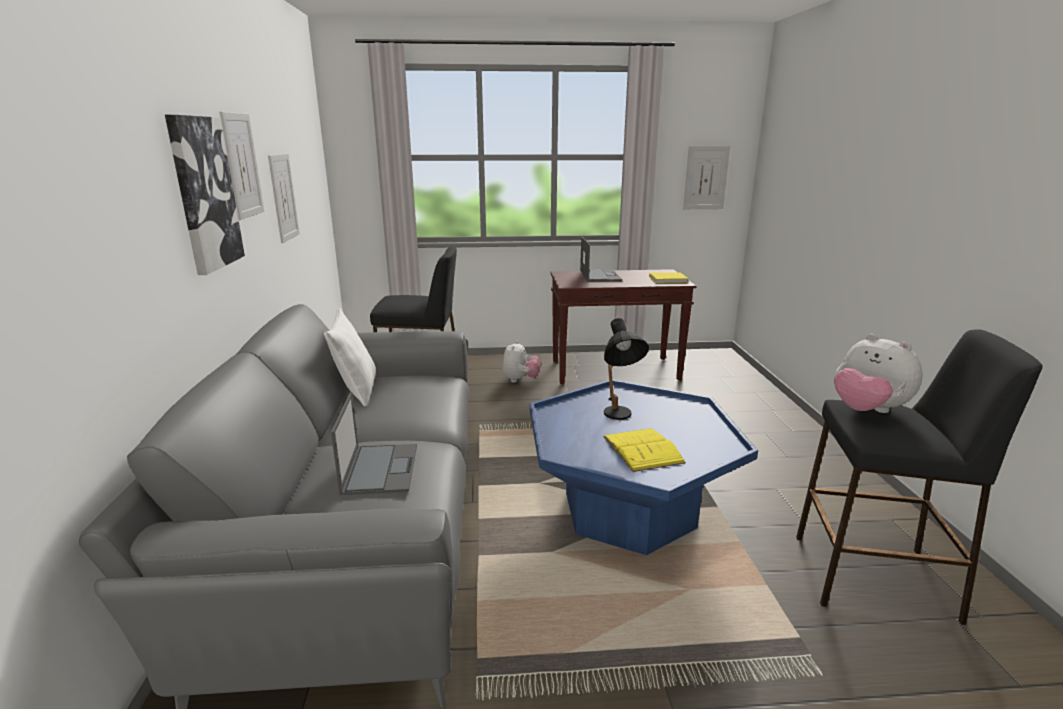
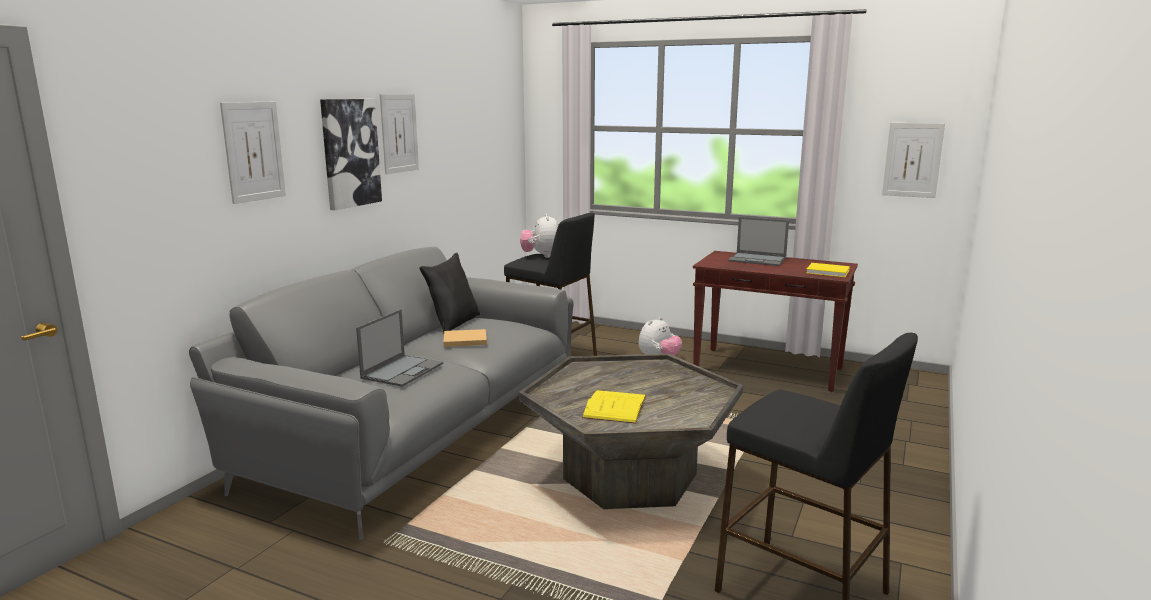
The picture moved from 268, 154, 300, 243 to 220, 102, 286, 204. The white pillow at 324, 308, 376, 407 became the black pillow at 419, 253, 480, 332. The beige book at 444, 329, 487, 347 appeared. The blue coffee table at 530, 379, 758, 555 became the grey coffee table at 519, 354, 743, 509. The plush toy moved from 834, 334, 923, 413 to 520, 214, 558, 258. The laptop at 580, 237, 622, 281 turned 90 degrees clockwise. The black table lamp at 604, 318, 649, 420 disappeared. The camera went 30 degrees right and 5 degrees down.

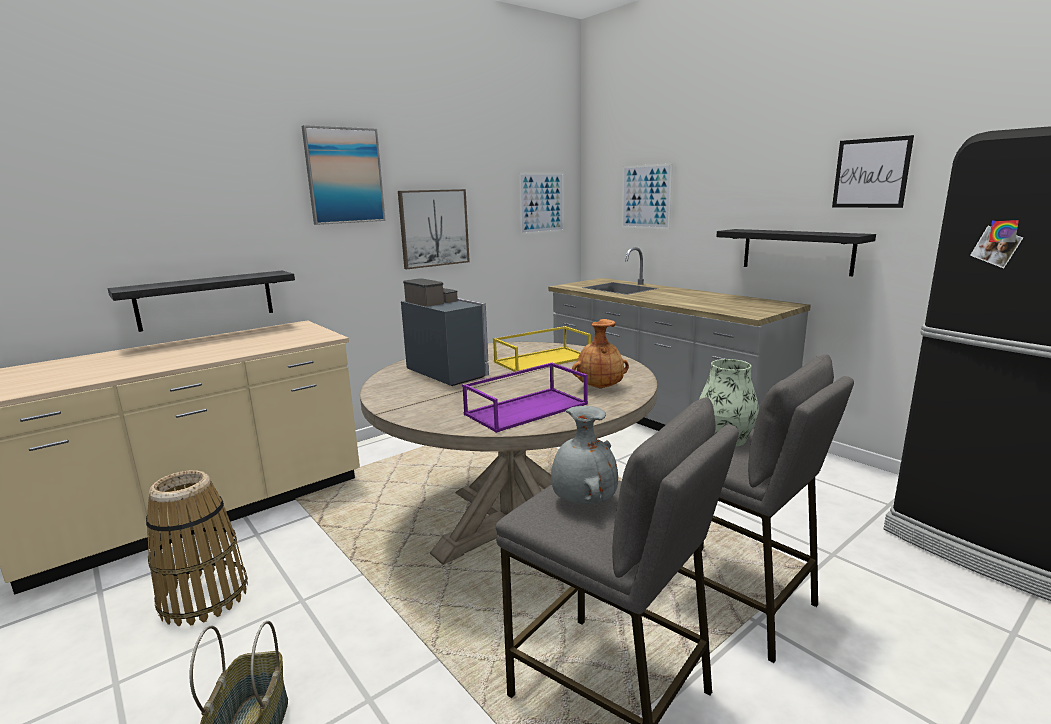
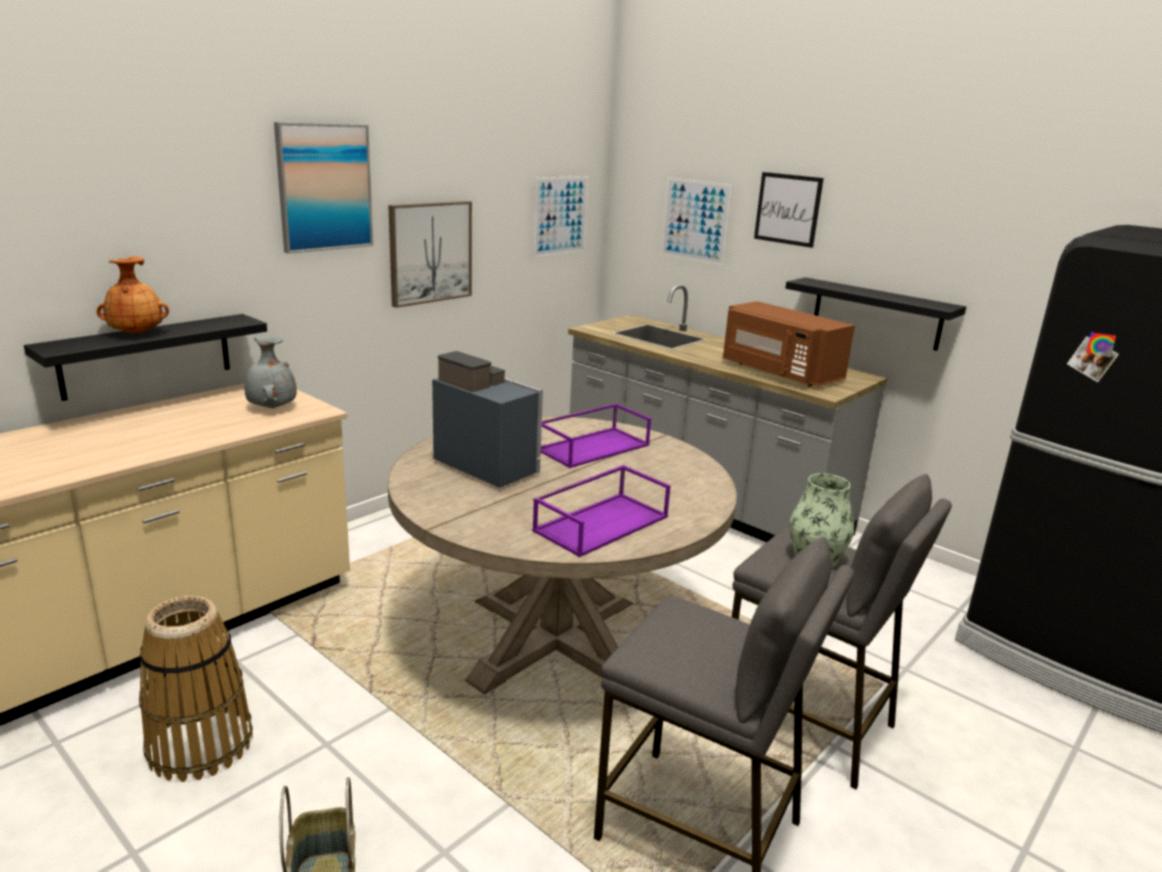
The brown vase moved from 572, 319, 629, 389 to 96, 256, 169, 334. The grey vase moved from 551, 406, 618, 504 to 244, 336, 297, 408. The yellow tray at 493, 326, 591, 372 became the purple tray at 541, 403, 651, 468. The brown microwave at 723, 301, 855, 387 appeared. The picture moved from 832, 135, 914, 208 to 754, 172, 824, 248. The camera went 10 degrees left and 5 degrees up.

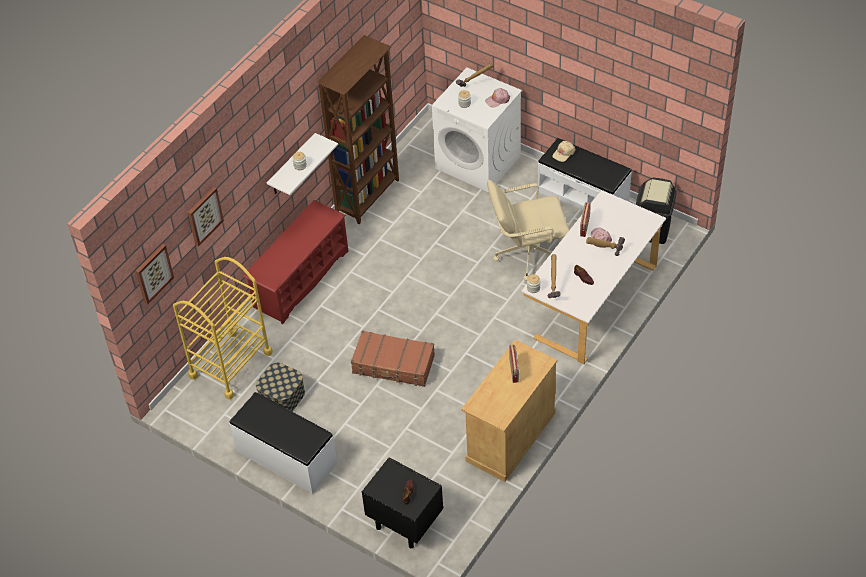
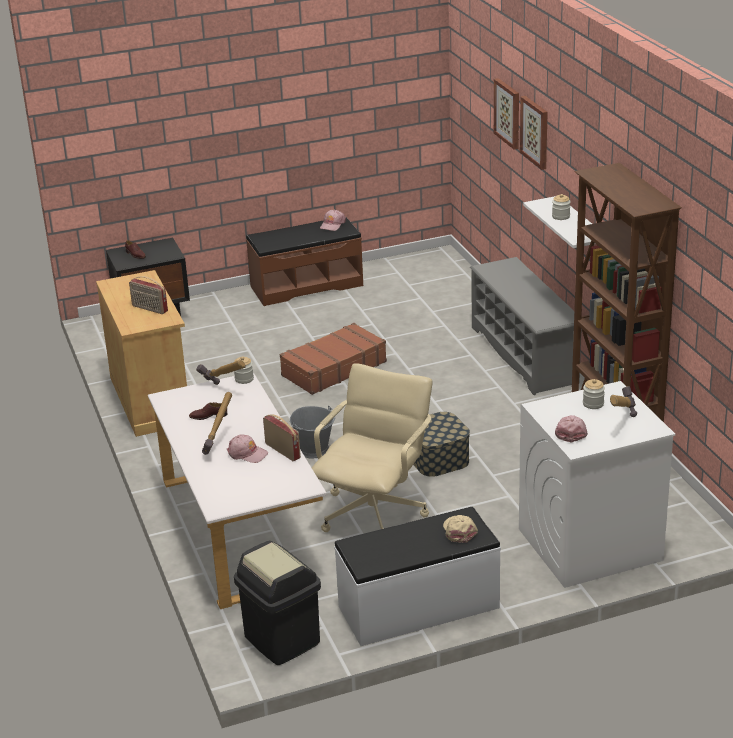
The white bench at 230, 392, 337, 494 became the brown bench at 246, 216, 363, 306. The grey bucket at 290, 406, 335, 459 appeared. The pink cap at 320, 209, 346, 231 appeared. The storage box moved from 256, 363, 305, 412 to 413, 412, 470, 477. The red shoe rack at 243, 200, 348, 325 became the grey shoe rack at 470, 257, 581, 395. The picture moved from 135, 244, 174, 305 to 520, 96, 548, 170. The yellow cart at 173, 257, 273, 400 disappeared. The camera went 125 degrees right and 20 degrees down.

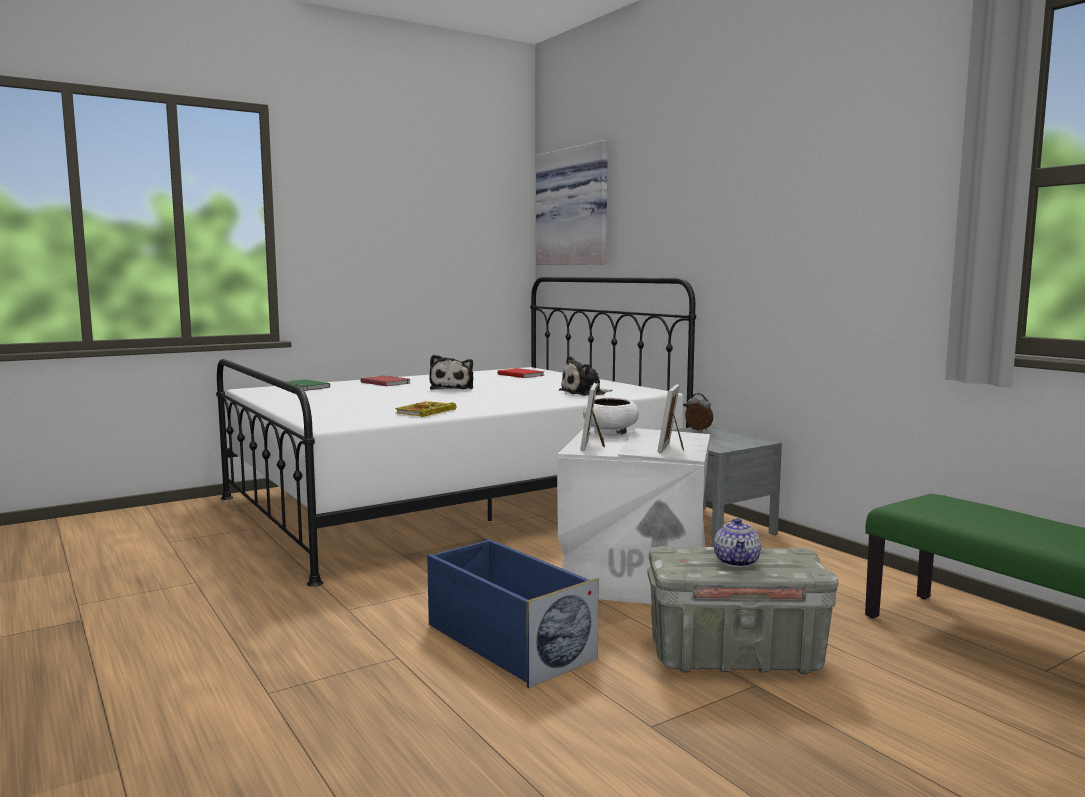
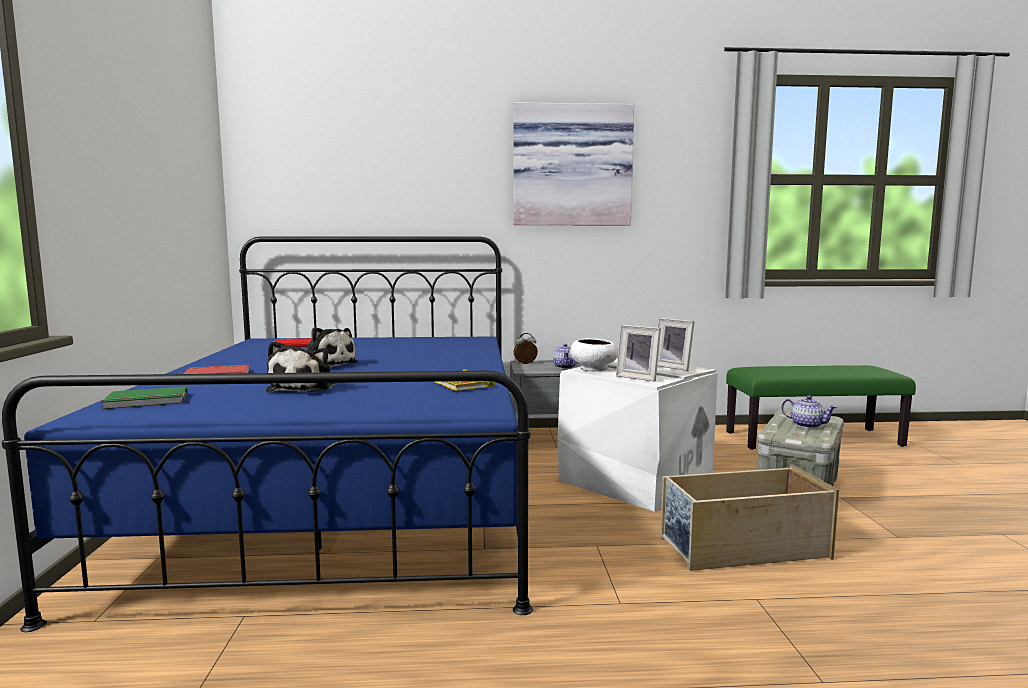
The white bed at 216, 277, 696, 587 became the blue bed at 2, 236, 533, 632. The plush toy moved from 559, 356, 613, 396 to 266, 341, 335, 392. The picture moved from 536, 140, 608, 265 to 513, 102, 634, 225. The teapot at 553, 344, 577, 369 appeared. The blue storage box at 427, 539, 599, 688 became the beige storage box at 660, 464, 839, 571. The camera went 60 degrees left and 0 degrees up.

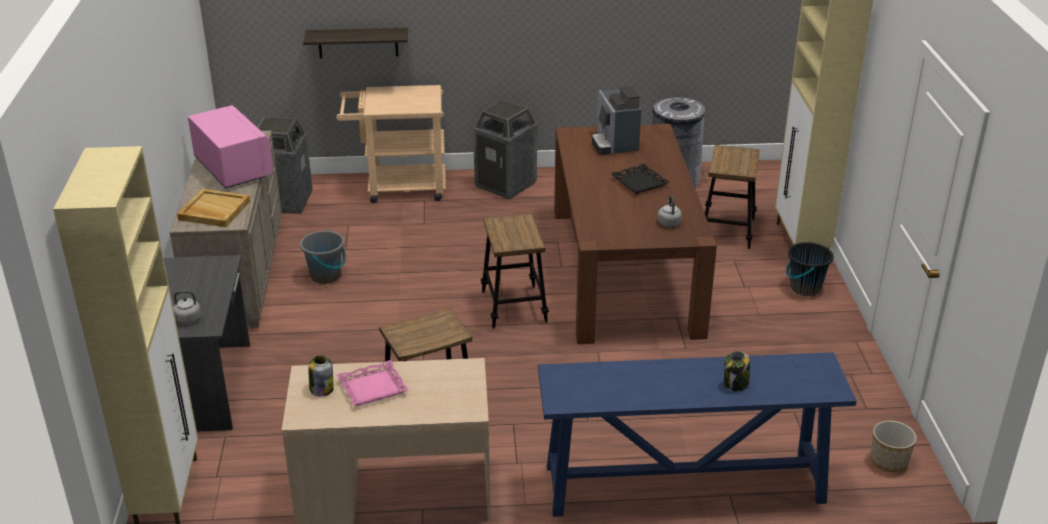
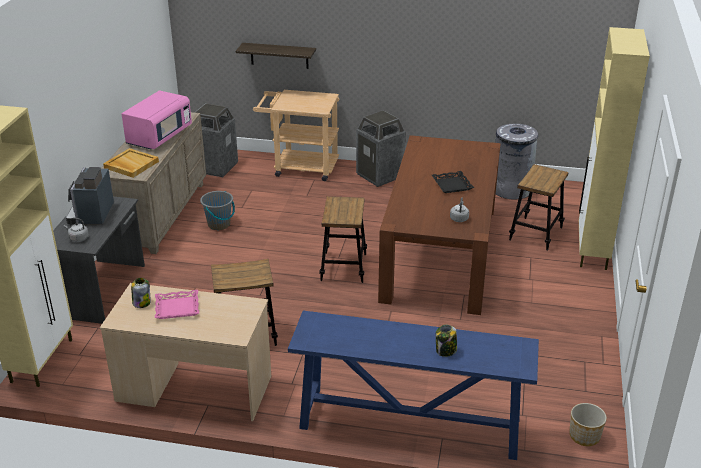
The coffee machine moved from 592, 85, 641, 155 to 66, 167, 114, 225. The pink microwave at 188, 105, 273, 189 turned 45 degrees clockwise. The black bucket at 786, 242, 834, 296 disappeared. The camera went 15 degrees right and 0 degrees up.

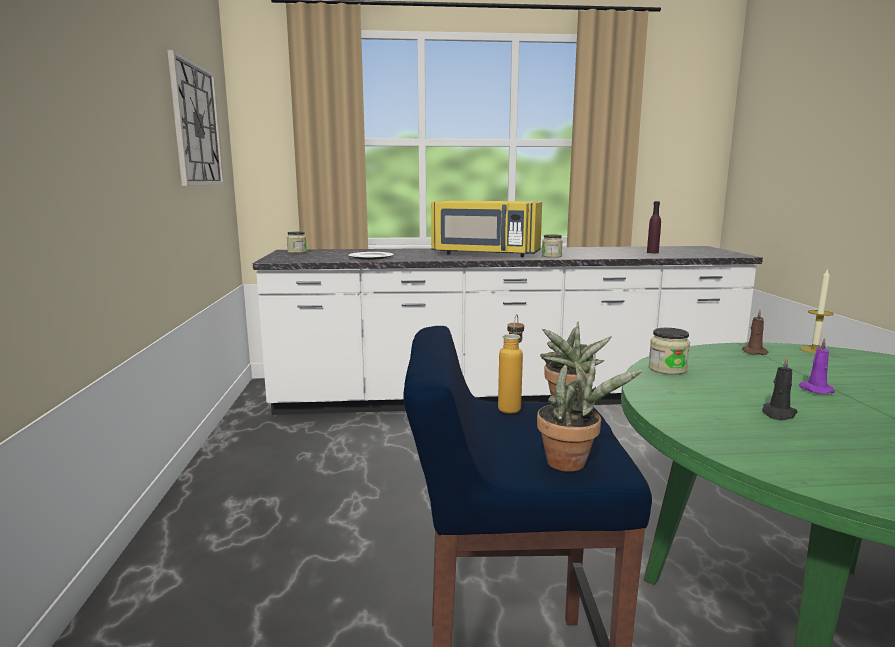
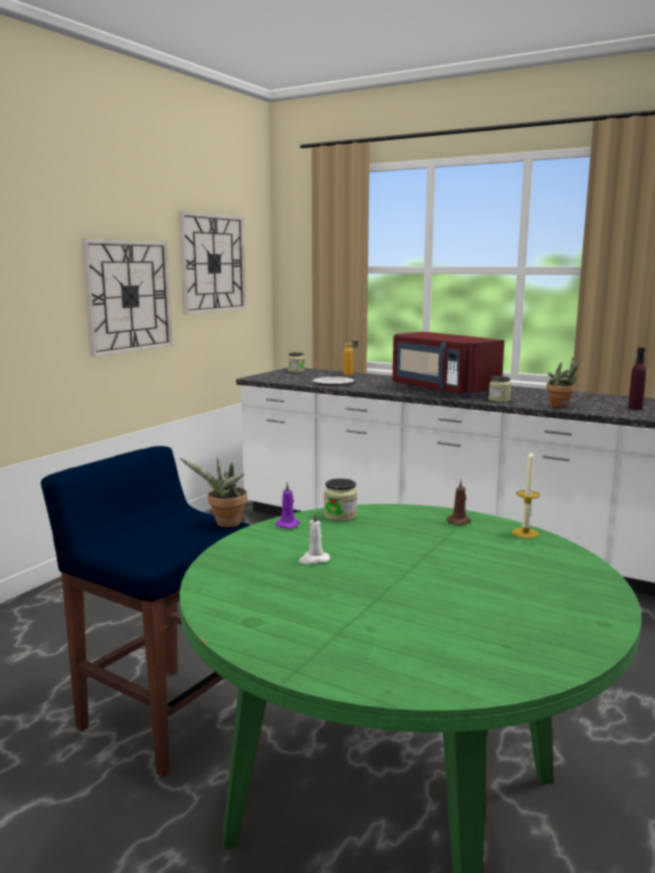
The wall clock at 81, 239, 173, 357 appeared. The purple candle moved from 799, 338, 835, 394 to 275, 482, 299, 529. The black candle at 762, 356, 797, 420 became the white candle at 299, 512, 330, 564. The bottle moved from 498, 314, 524, 413 to 343, 336, 359, 376. The yellow microwave at 431, 201, 542, 257 became the red microwave at 393, 332, 505, 398. The potted plant moved from 537, 353, 642, 472 to 547, 357, 580, 408. The camera went 35 degrees right and 0 degrees up.

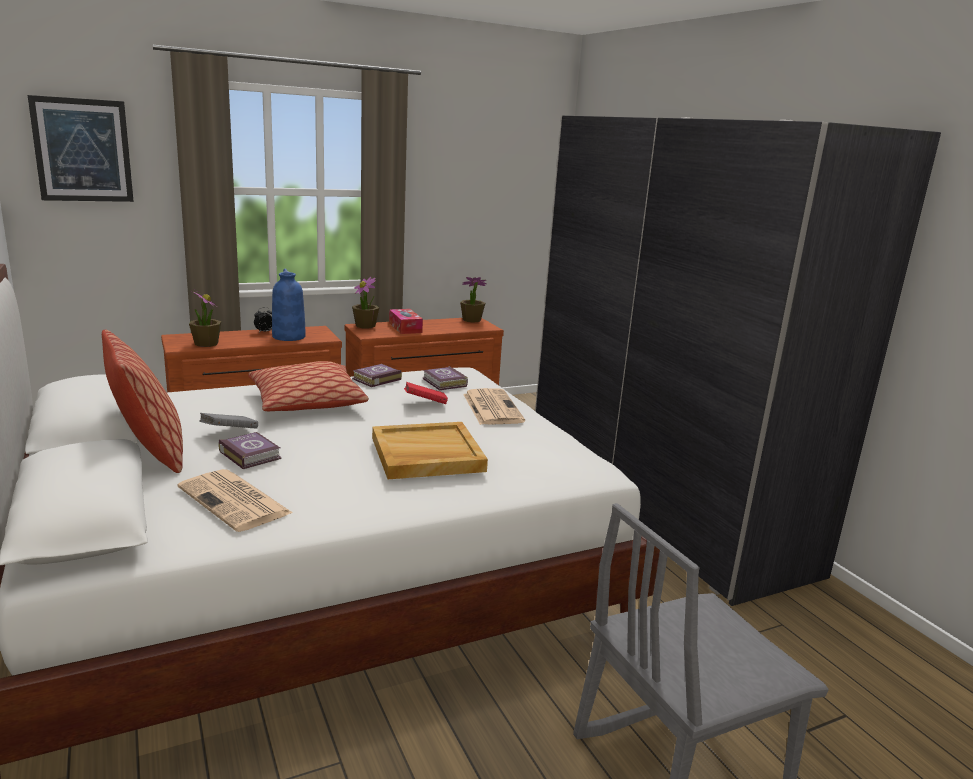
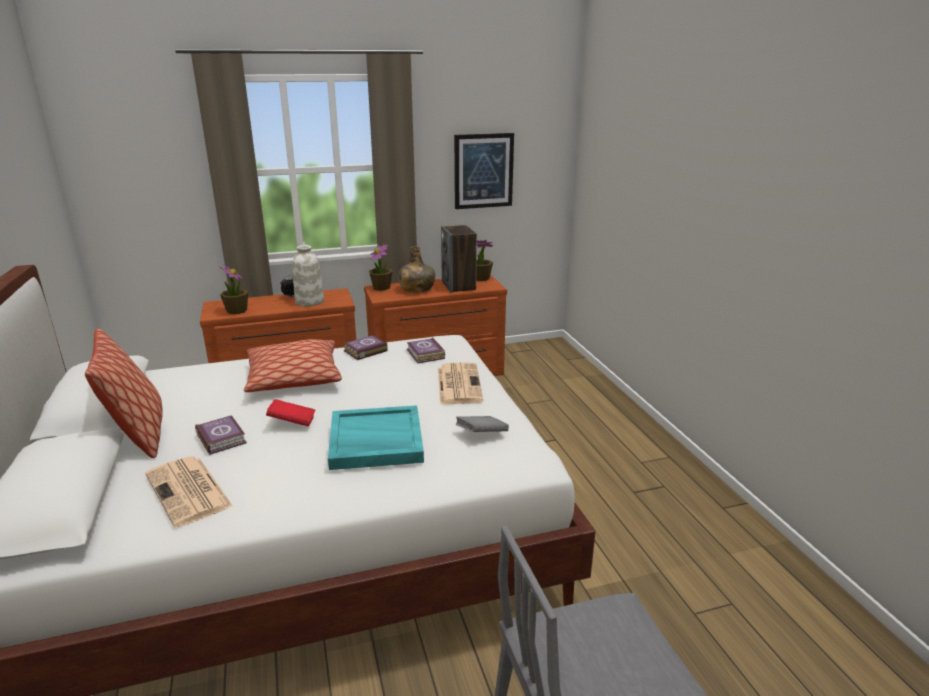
The red book moved from 404, 382, 448, 404 to 266, 399, 315, 427. The blue vase at 272, 269, 306, 341 became the white vase at 292, 242, 324, 306. The beige tray at 372, 422, 488, 479 became the turquoise tray at 328, 405, 424, 470. The tissue box at 389, 309, 423, 334 was replaced by the green bottle at 398, 246, 435, 293. The speaker at 441, 225, 477, 293 appeared. The picture moved from 28, 95, 134, 202 to 454, 133, 514, 209. The grey book moved from 199, 413, 258, 429 to 456, 416, 509, 432. The grey wardrobe at 535, 116, 941, 606 disappeared. The camera went 10 degrees right and 5 degrees up.

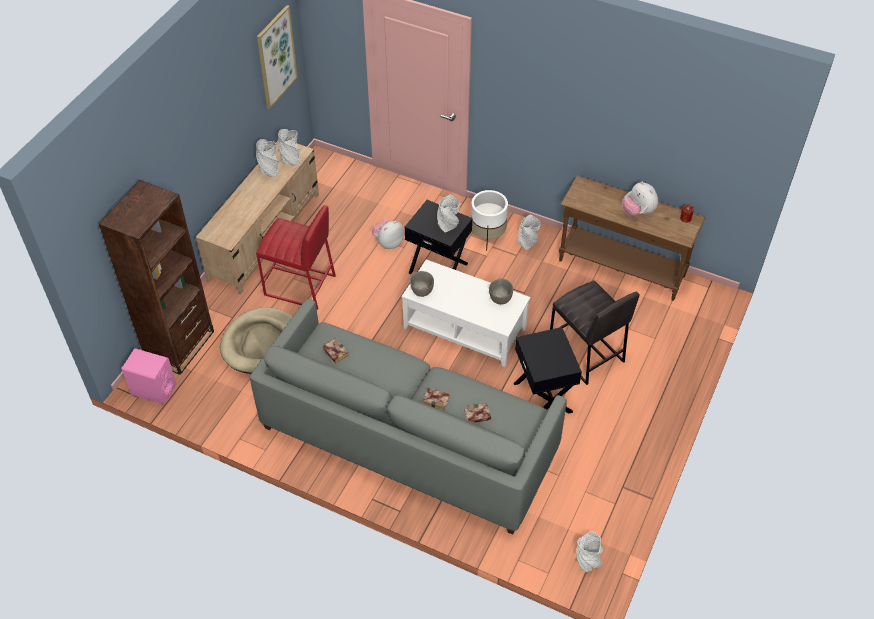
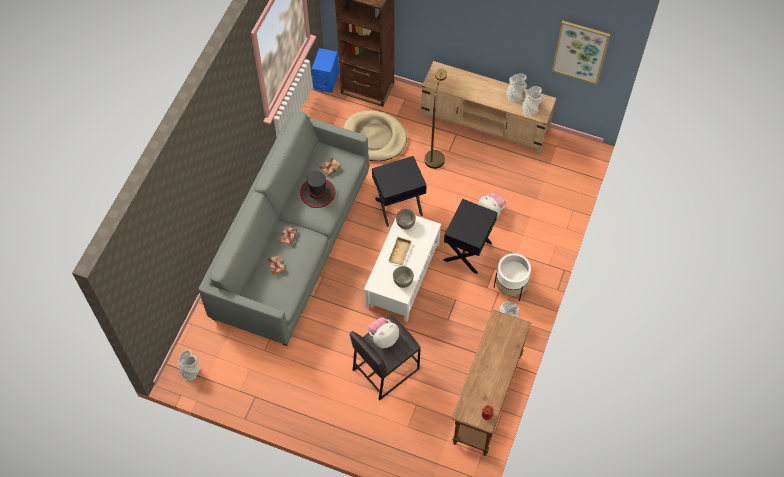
The hat at 300, 171, 336, 208 appeared. The pink speaker at 121, 348, 176, 404 became the blue speaker at 311, 48, 339, 93. The plush toy moved from 622, 181, 658, 216 to 368, 317, 399, 348. The black side table moved from 514, 327, 582, 414 to 372, 156, 427, 227. The beige tray at 388, 237, 412, 266 appeared. The red stool at 256, 205, 336, 310 was replaced by the brown floor lamp at 424, 68, 447, 169. The grey vase at 437, 194, 460, 232 disappeared. The camera went 85 degrees right and 10 degrees up.

